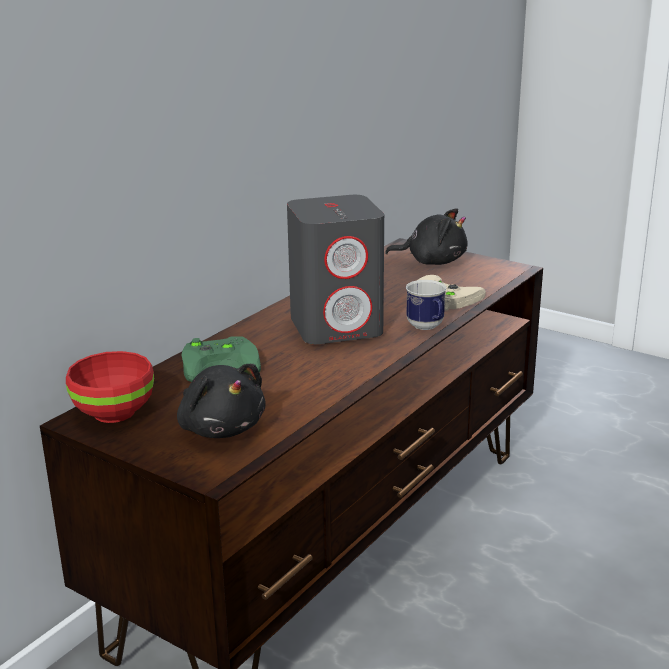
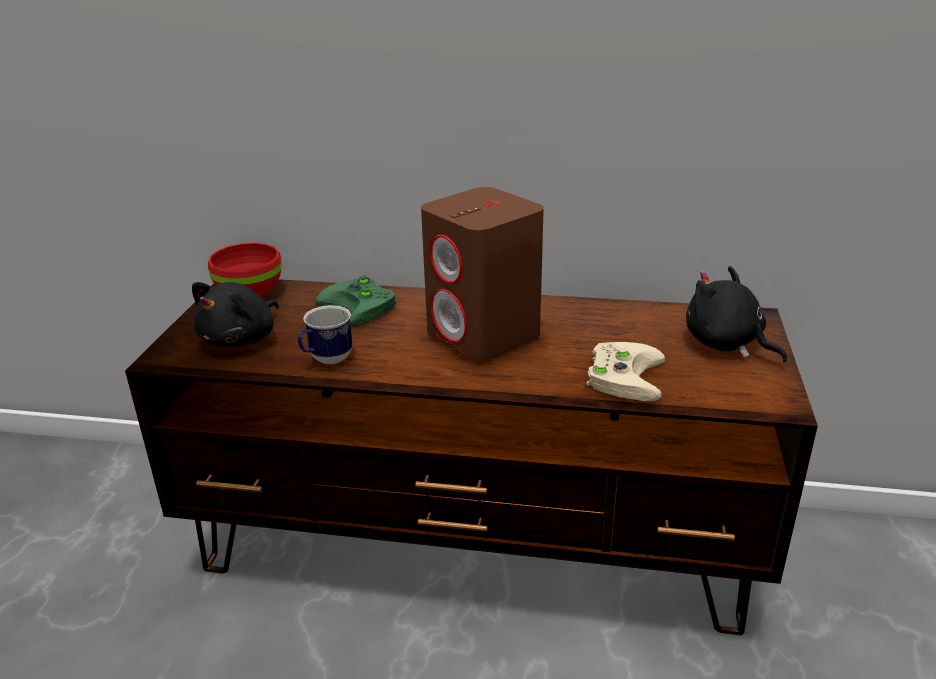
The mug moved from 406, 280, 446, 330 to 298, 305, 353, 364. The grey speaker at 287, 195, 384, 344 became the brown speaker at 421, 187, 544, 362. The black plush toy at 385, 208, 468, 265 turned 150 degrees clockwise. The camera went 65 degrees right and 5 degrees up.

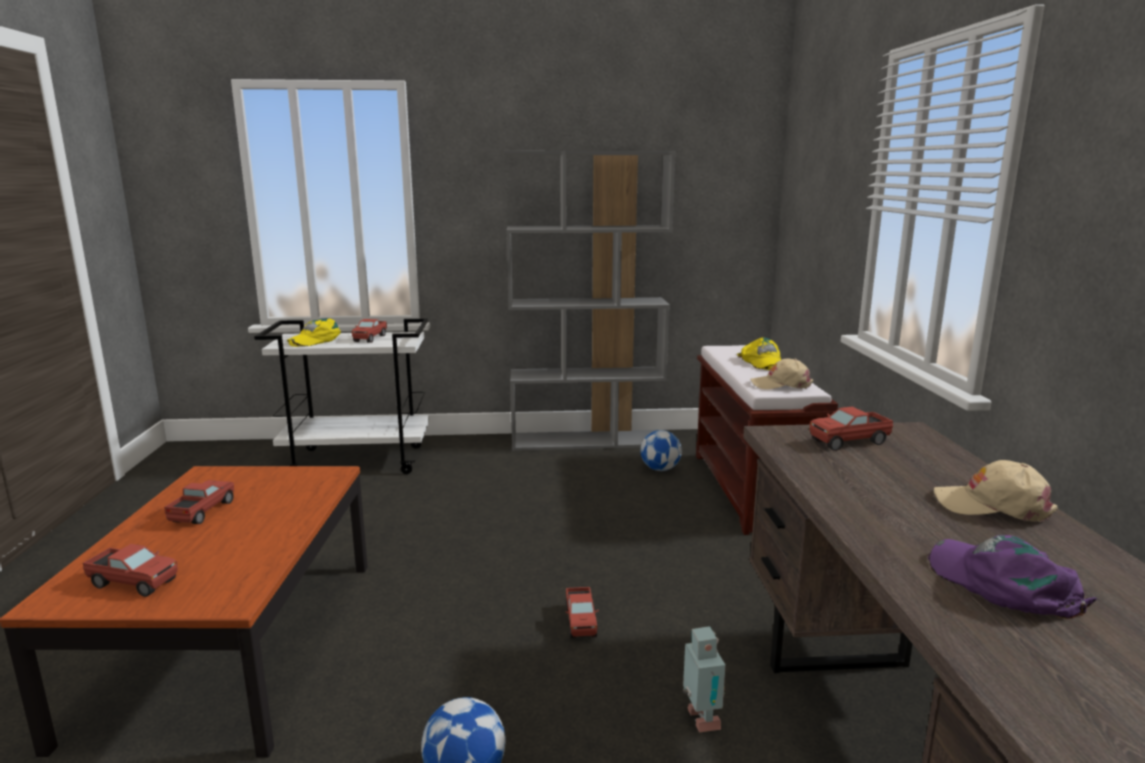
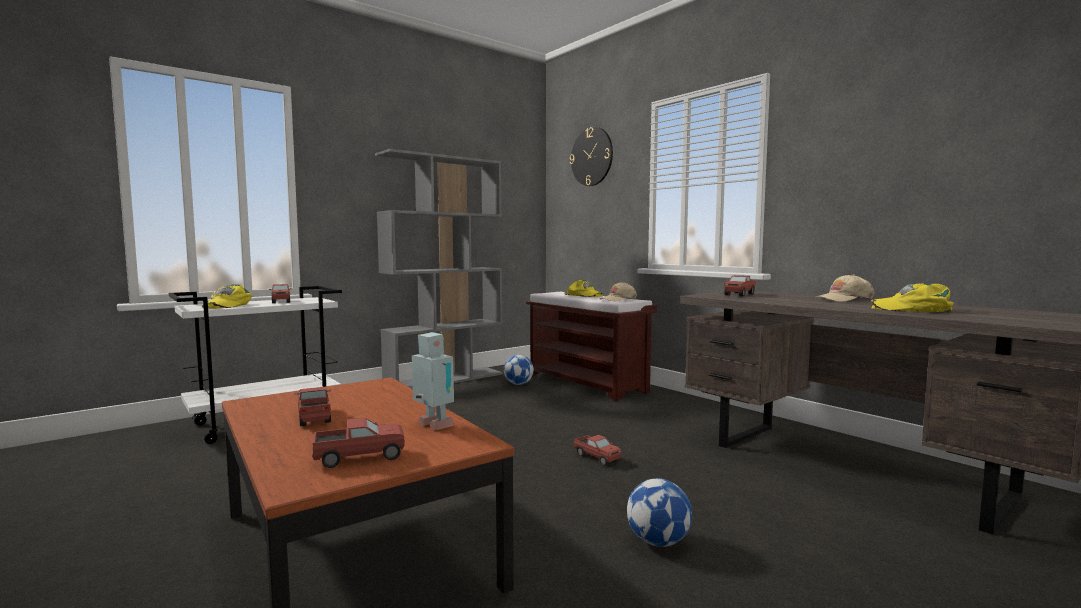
The toy robot moved from 683, 626, 726, 732 to 412, 332, 454, 430. The wall clock at 570, 127, 613, 186 appeared. The purple cap at 928, 535, 1097, 619 became the yellow cap at 871, 283, 954, 312. The camera went 35 degrees left and 10 degrees down.

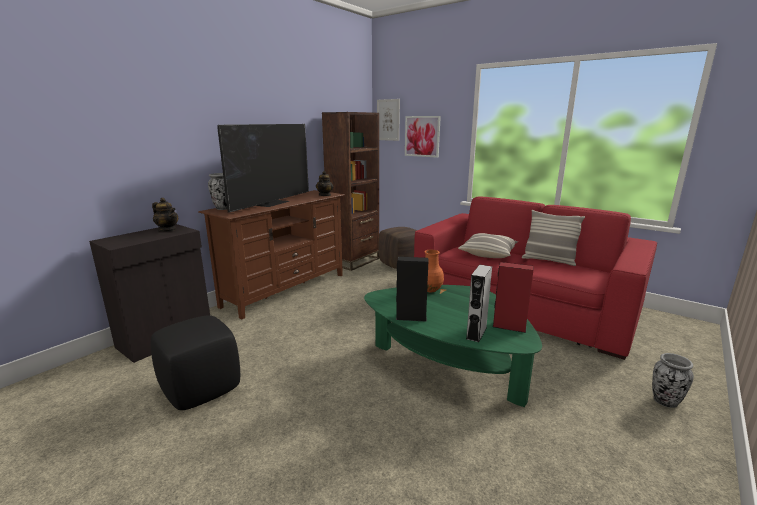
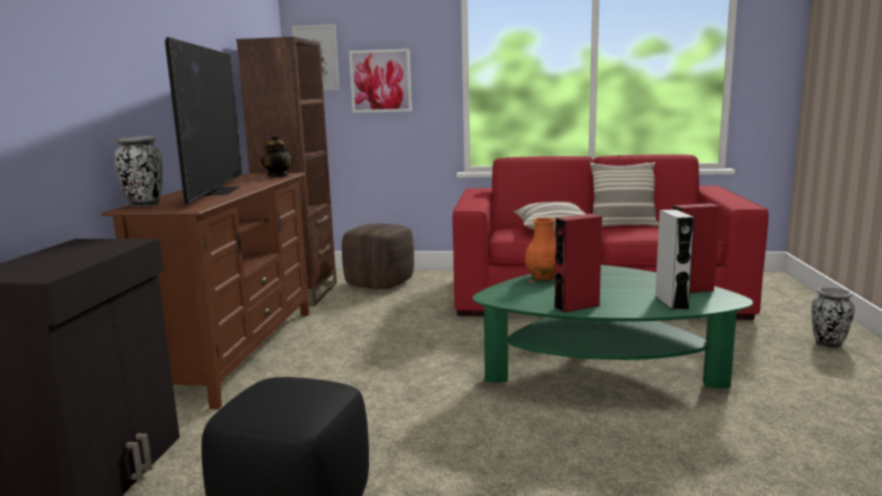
The black speaker at 396, 257, 428, 322 became the red speaker at 554, 214, 602, 313. The teapot at 152, 198, 178, 231 disappeared. The camera went 30 degrees left and 5 degrees down.

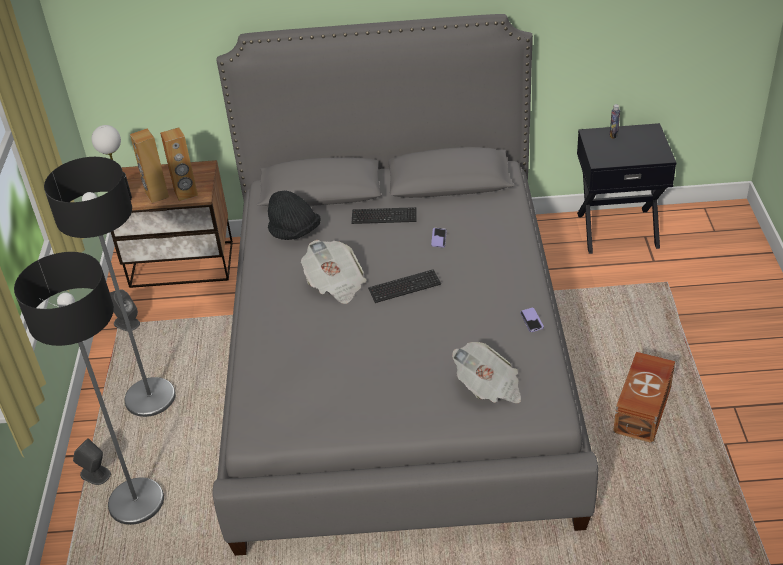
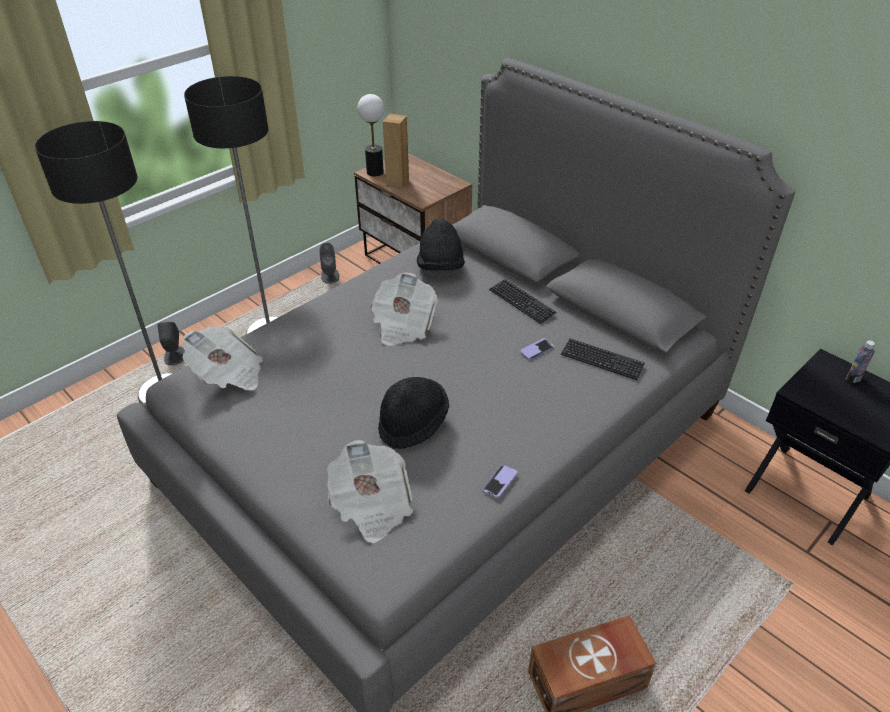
The newspaper at 182, 326, 263, 391 appeared. The black hat at 378, 377, 449, 449 appeared. The keyboard moved from 368, 269, 441, 303 to 561, 338, 645, 380. The brown speaker at 160, 128, 198, 201 disappeared. The camera went 45 degrees right and 0 degrees up.

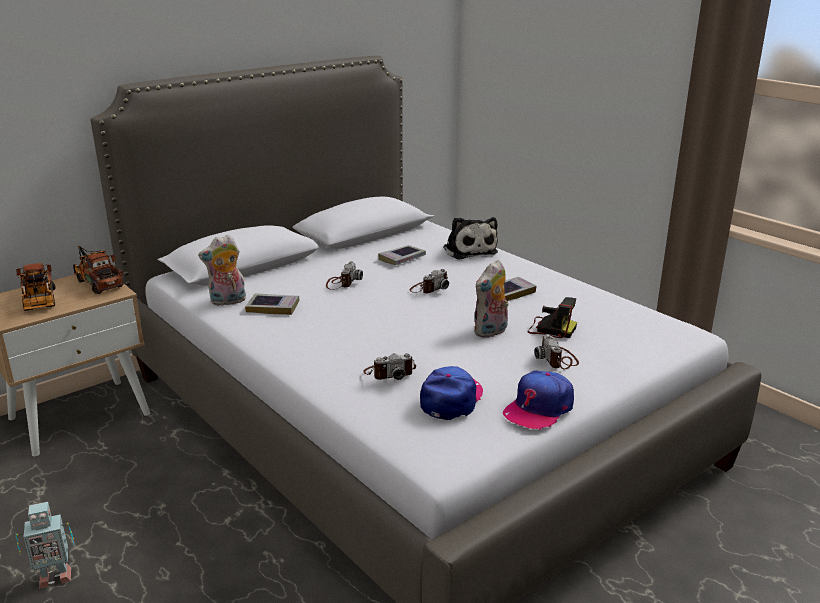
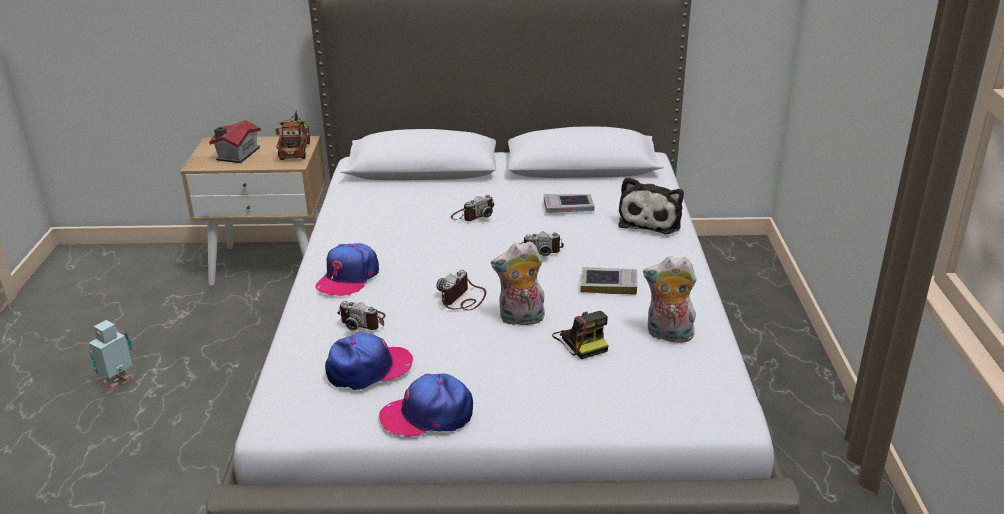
The toy robot at 16, 502, 75, 589 turned 105 degrees clockwise. The toy truck at 16, 263, 55, 311 was replaced by the toy house at 209, 120, 261, 163. The cap at 315, 243, 379, 296 appeared. The photo camera moved from 534, 334, 579, 369 to 436, 270, 486, 310. The plush toy moved from 198, 235, 246, 306 to 643, 256, 697, 343. The book at 245, 293, 299, 315 disappeared. The camera went 40 degrees right and 5 degrees up.

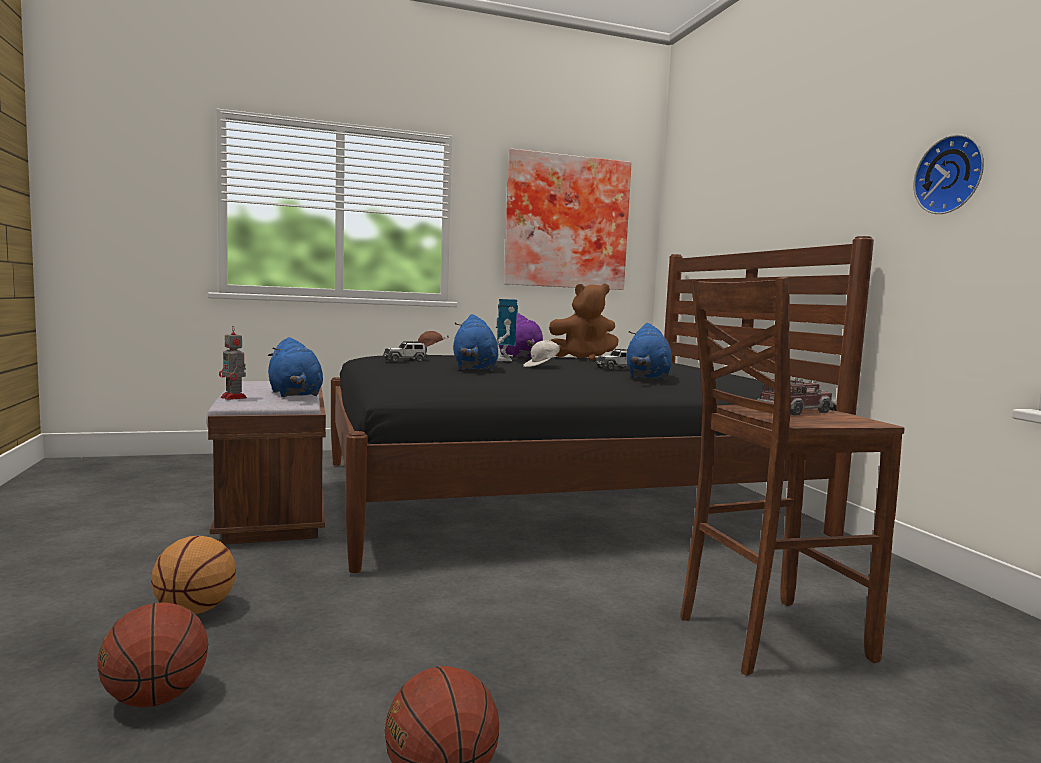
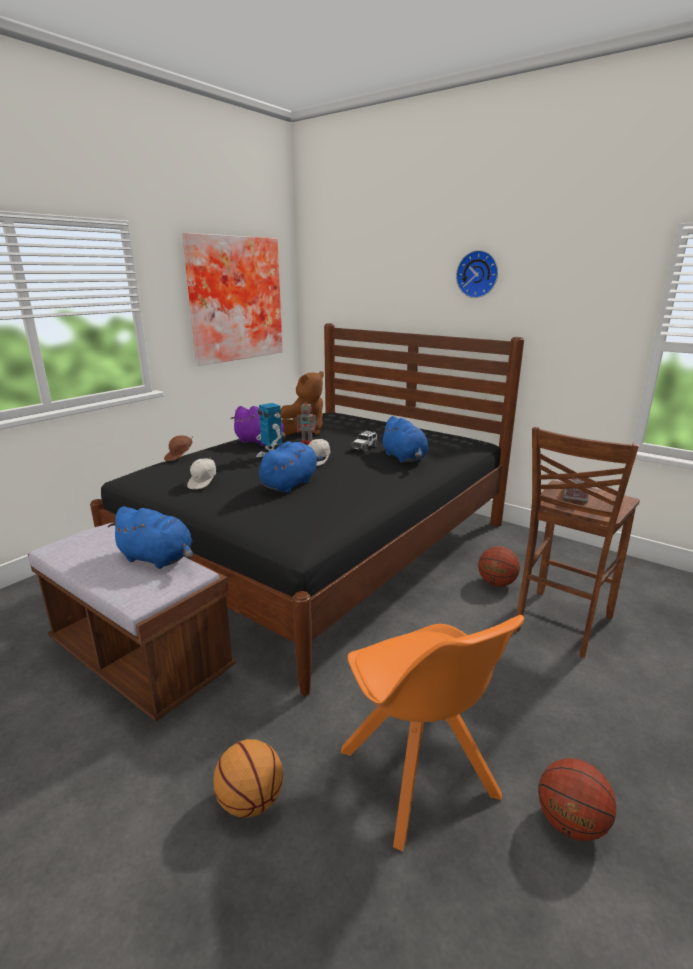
The toy car at 383, 341, 428, 362 was replaced by the white cap at 187, 458, 216, 489. The blue plush toy at 453, 314, 498, 371 turned 105 degrees counterclockwise. The toy robot moved from 219, 326, 247, 400 to 297, 402, 318, 445. The orange chair at 341, 615, 524, 852 appeared. The wall clock moved from 913, 134, 984, 214 to 456, 250, 498, 298. The basketball moved from 97, 602, 208, 707 to 478, 546, 520, 587. The camera went 35 degrees left and 15 degrees up.

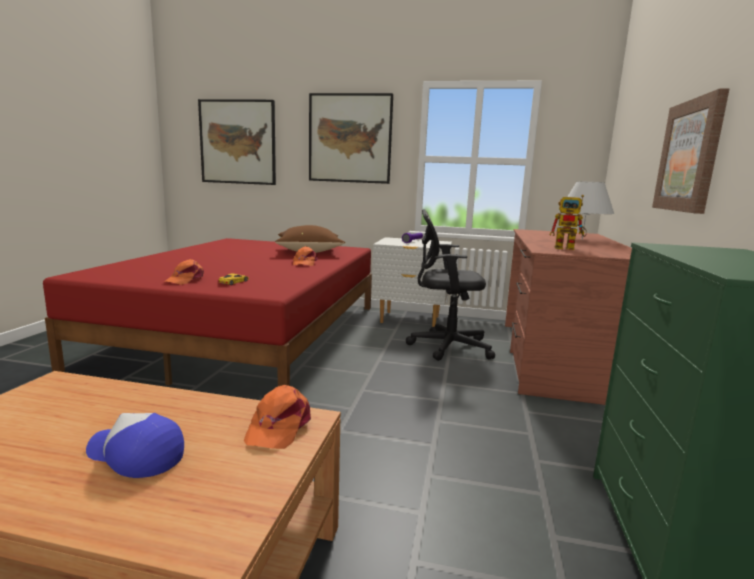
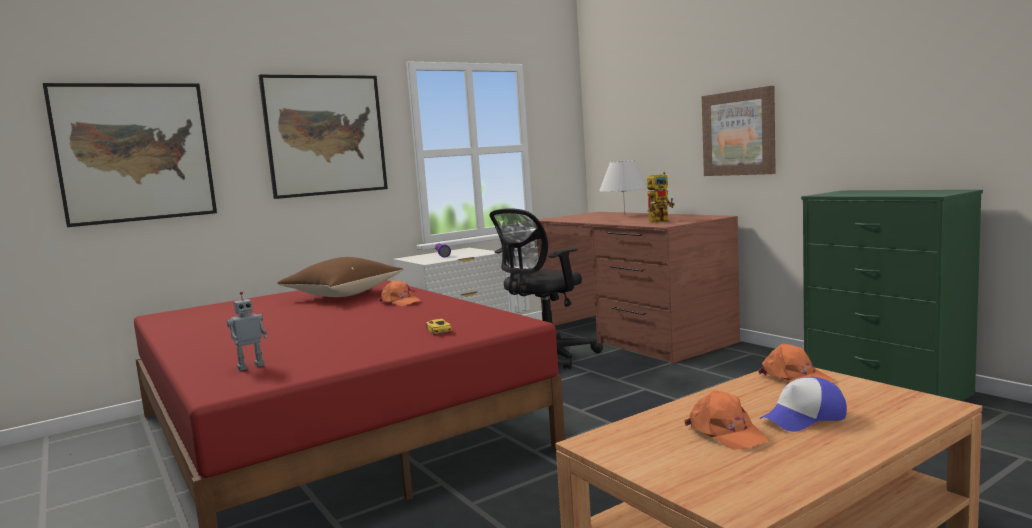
The toy robot at 227, 291, 268, 371 appeared. The orange cap moved from 164, 259, 204, 285 to 684, 391, 770, 450. The camera went 45 degrees left and 5 degrees down.

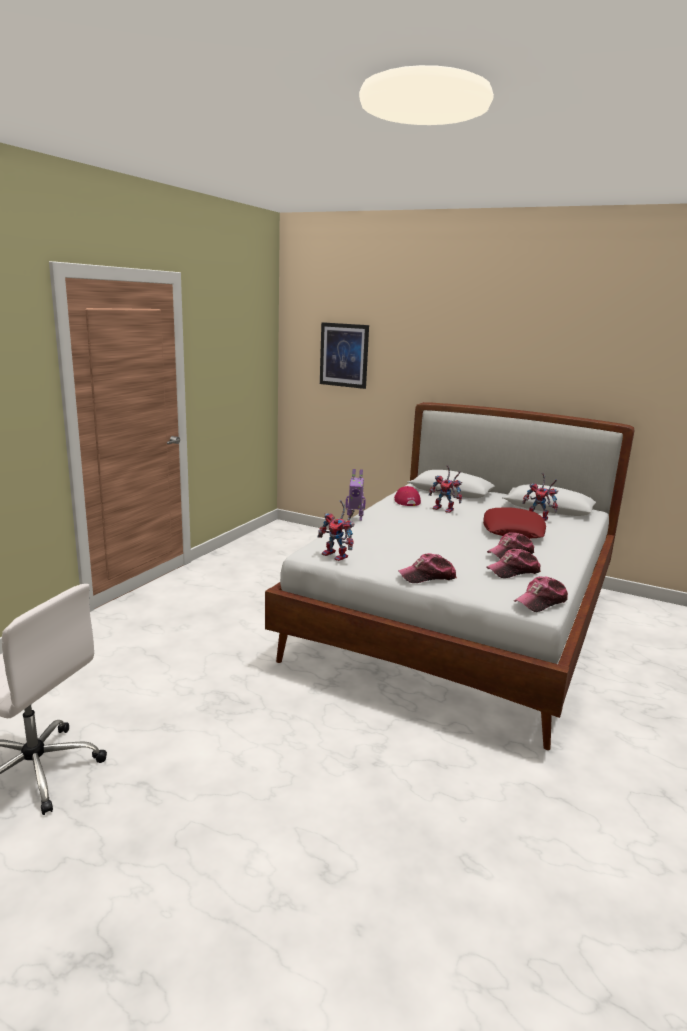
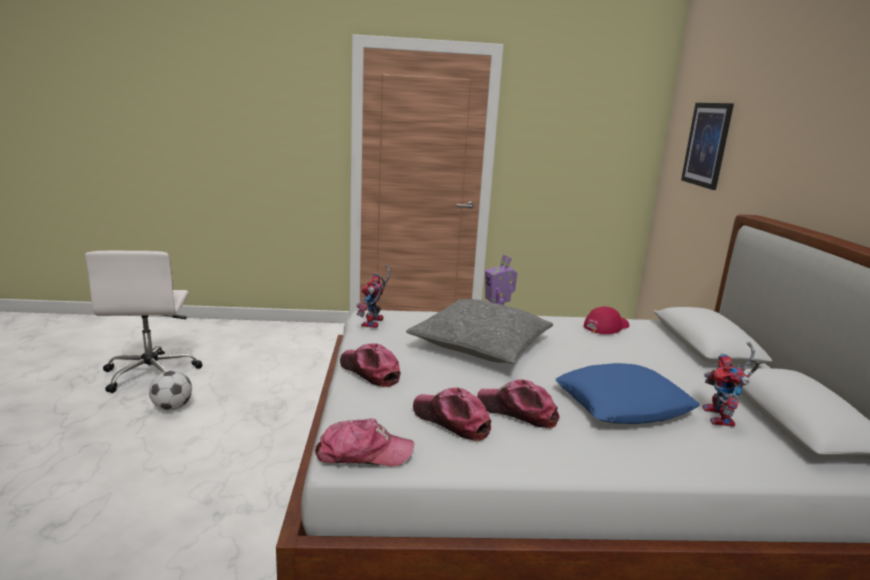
The football at 149, 371, 192, 411 appeared. The cap at 514, 576, 568, 612 turned 150 degrees clockwise. The grey pillow at 406, 299, 553, 364 appeared. The red pillow at 483, 507, 546, 538 became the blue pillow at 556, 363, 700, 424. The toy robot at 429, 465, 463, 513 disappeared. The camera went 60 degrees right and 0 degrees up.

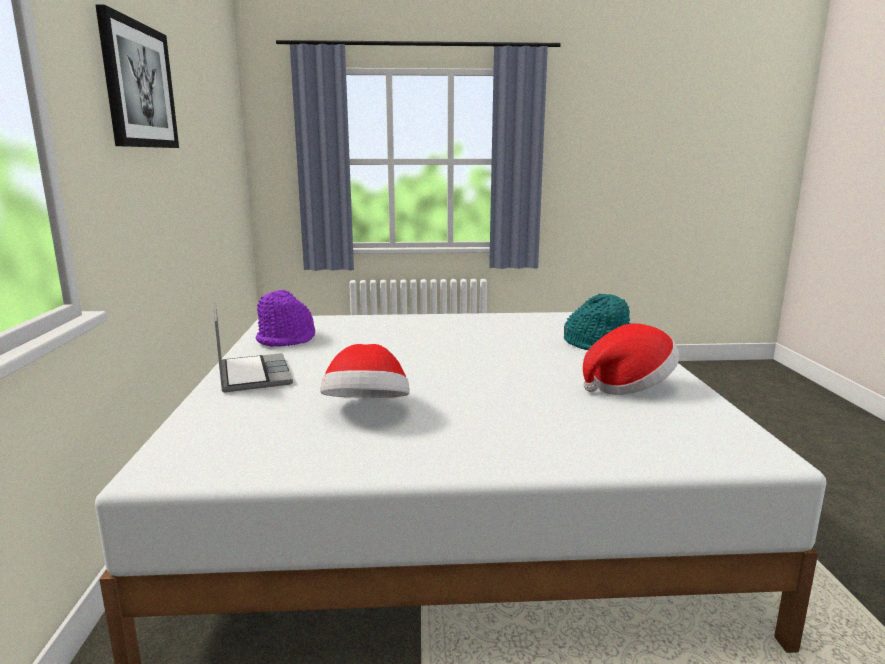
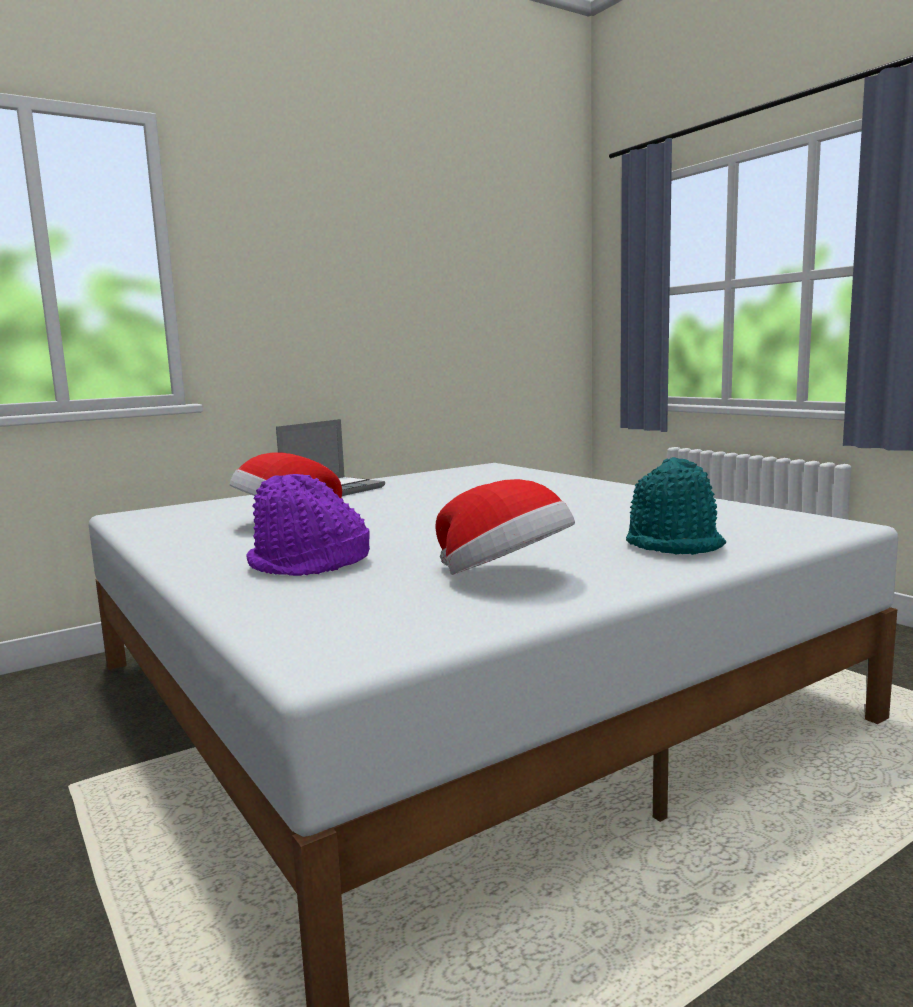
The purple hat moved from 255, 290, 315, 347 to 246, 474, 370, 576. The picture at 95, 4, 179, 148 disappeared. The camera went 60 degrees right and 5 degrees down.

